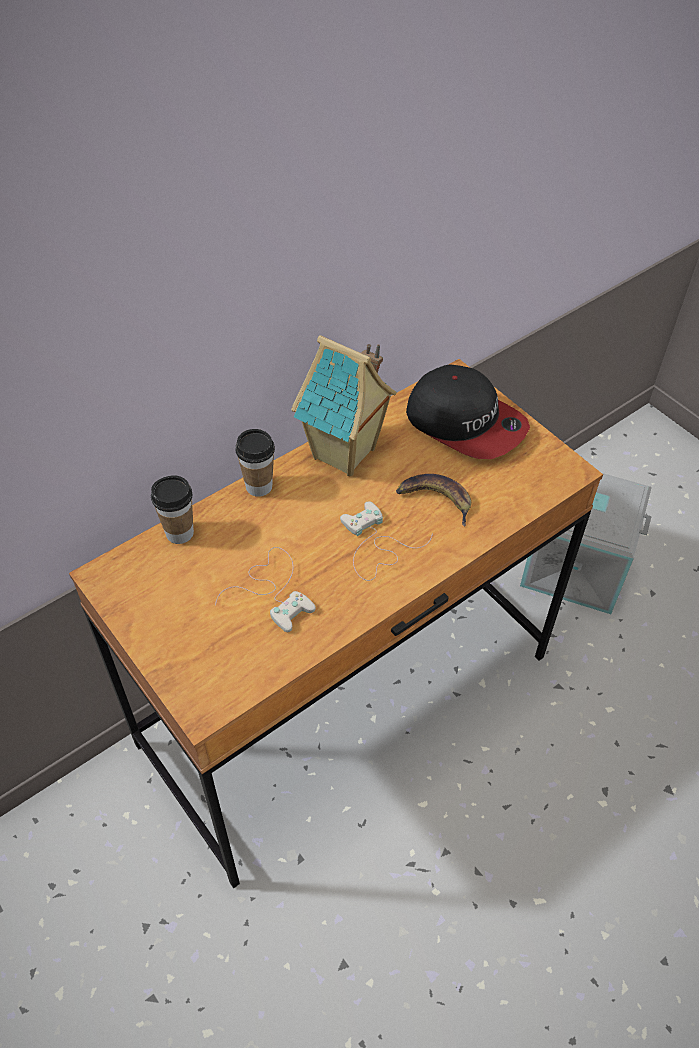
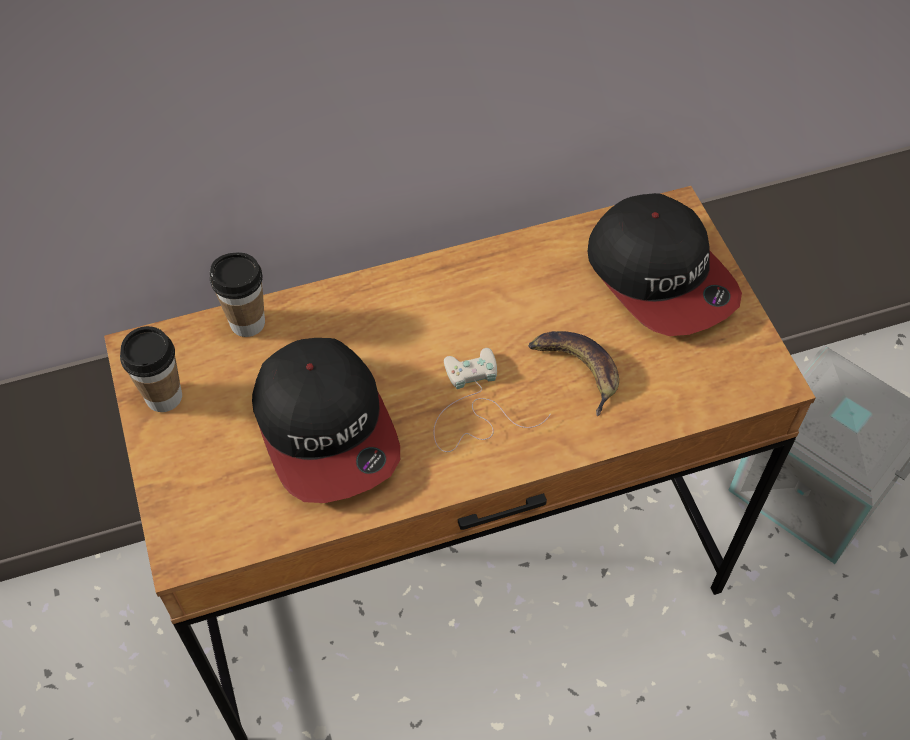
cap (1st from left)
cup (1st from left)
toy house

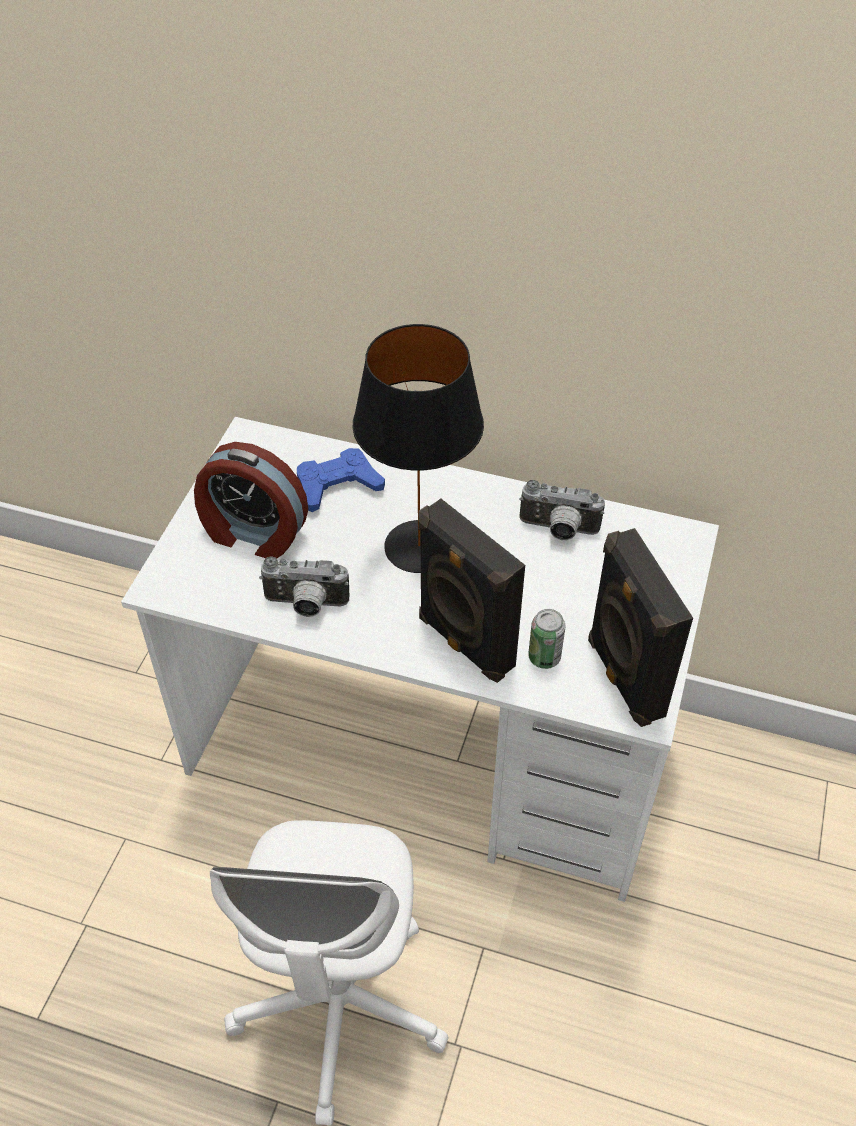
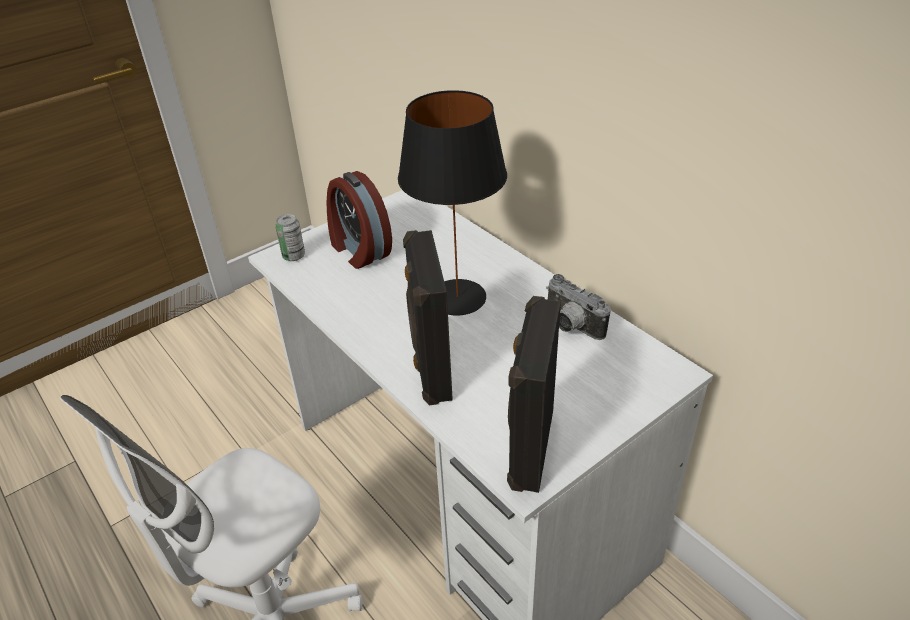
photo camera (1st from left in the first image)
game controller in blue
can

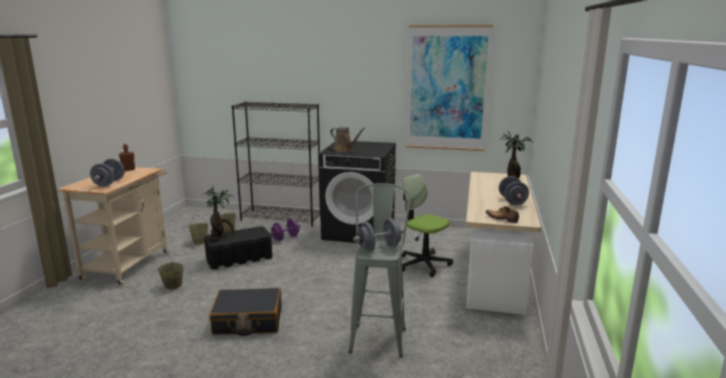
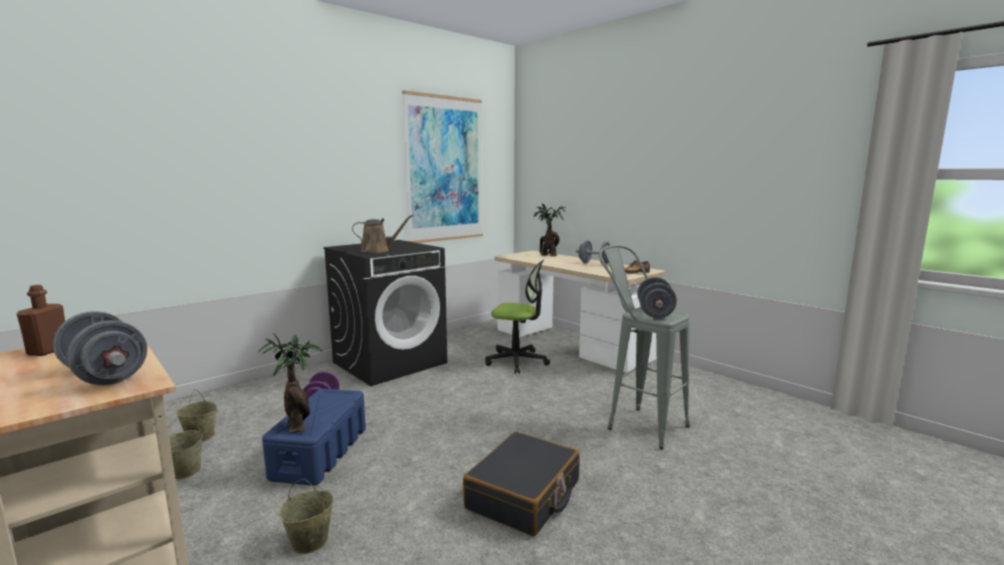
storage box in blue
bookcase in black
office chair

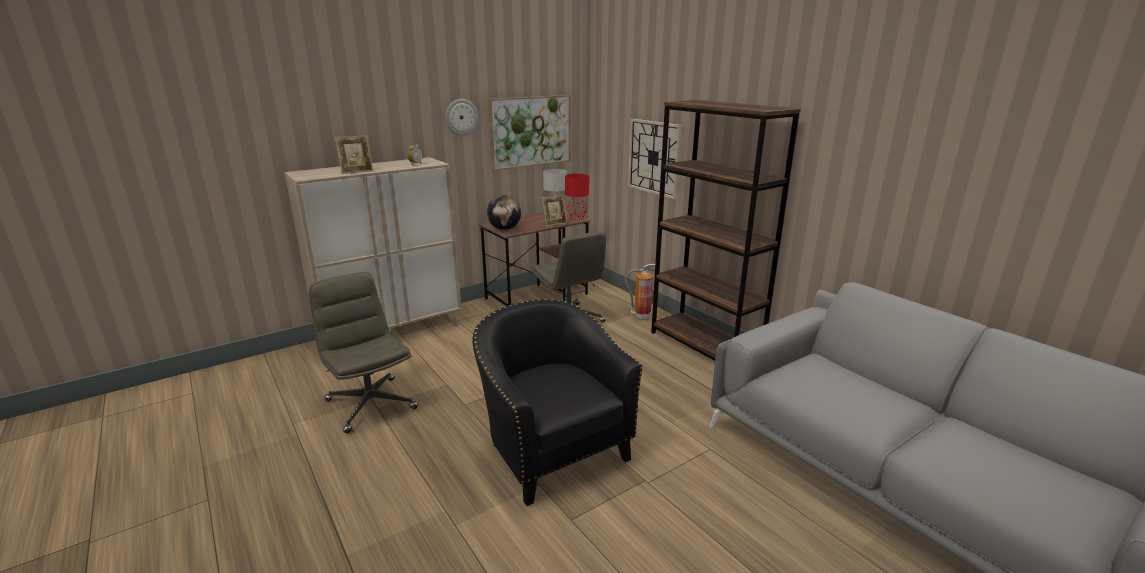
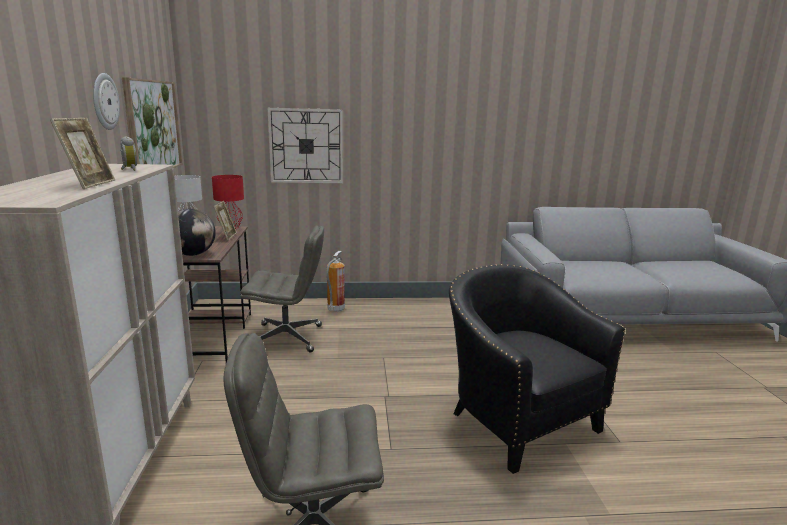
armchair in black
bookcase in brown

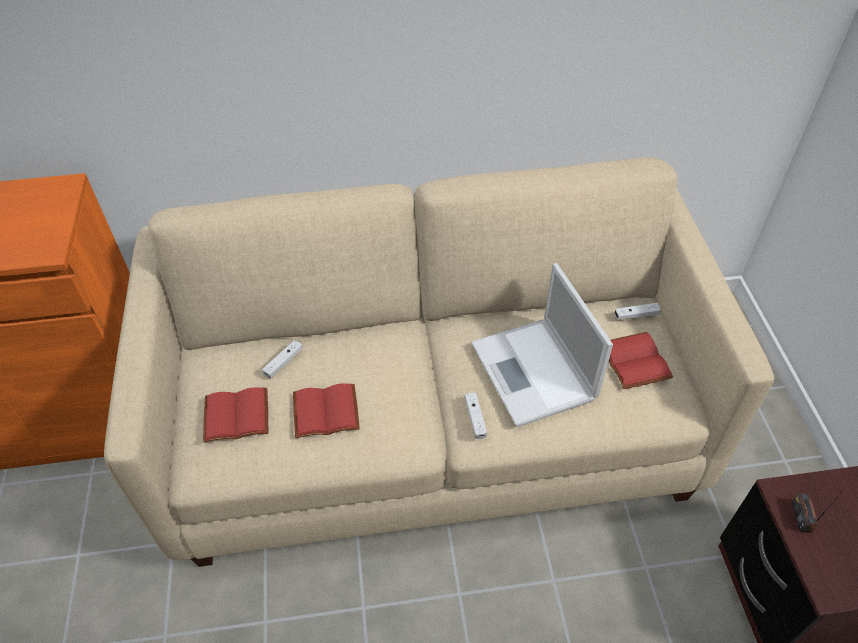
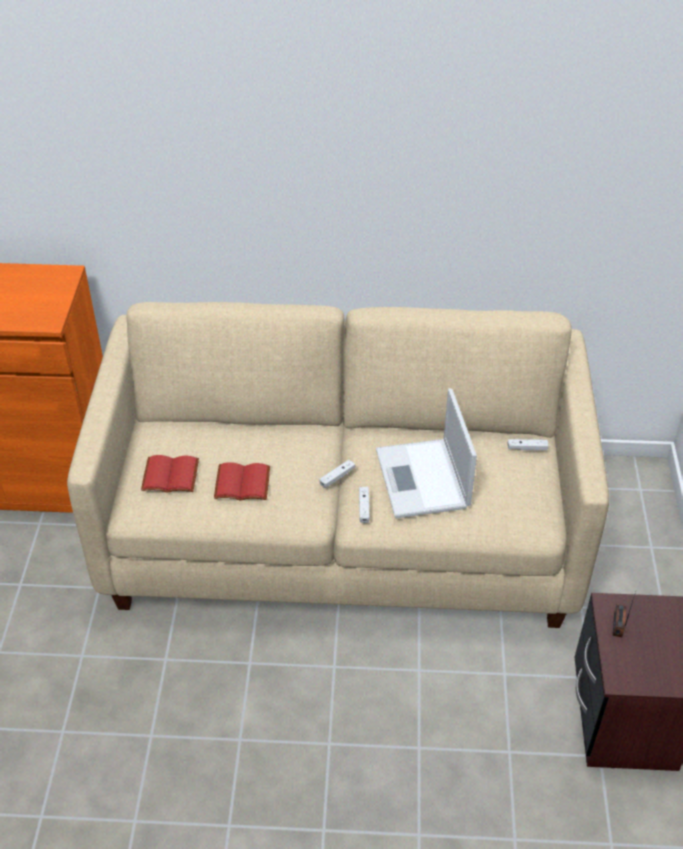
game controller in white (1st from left)
book in red (3rd from left in the first image)

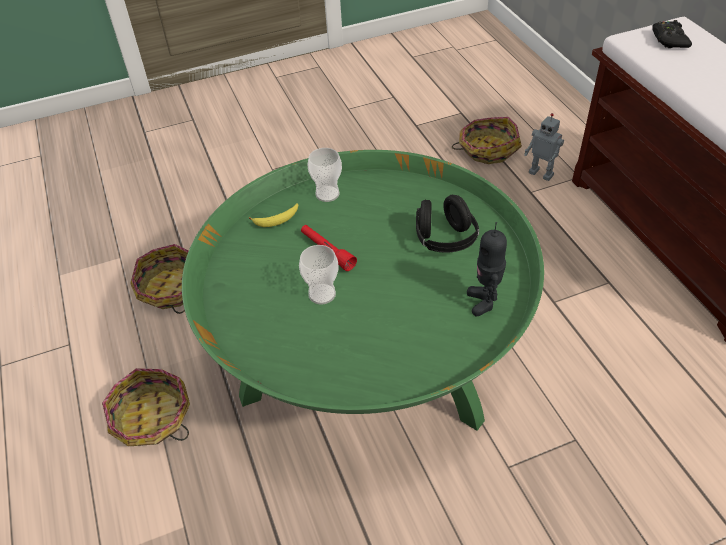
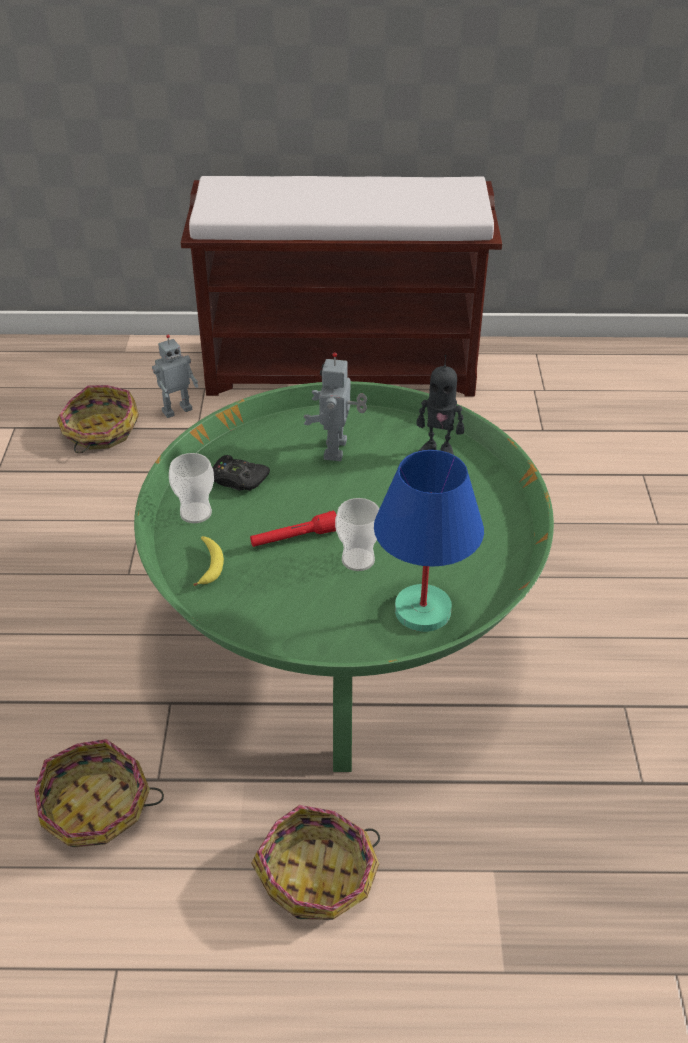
toy robot (2nd from left)
game controller in black
table lamp in blue

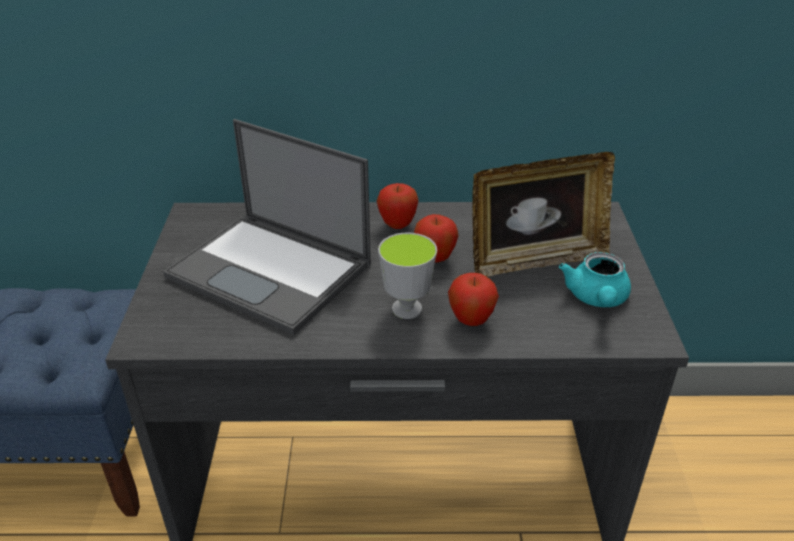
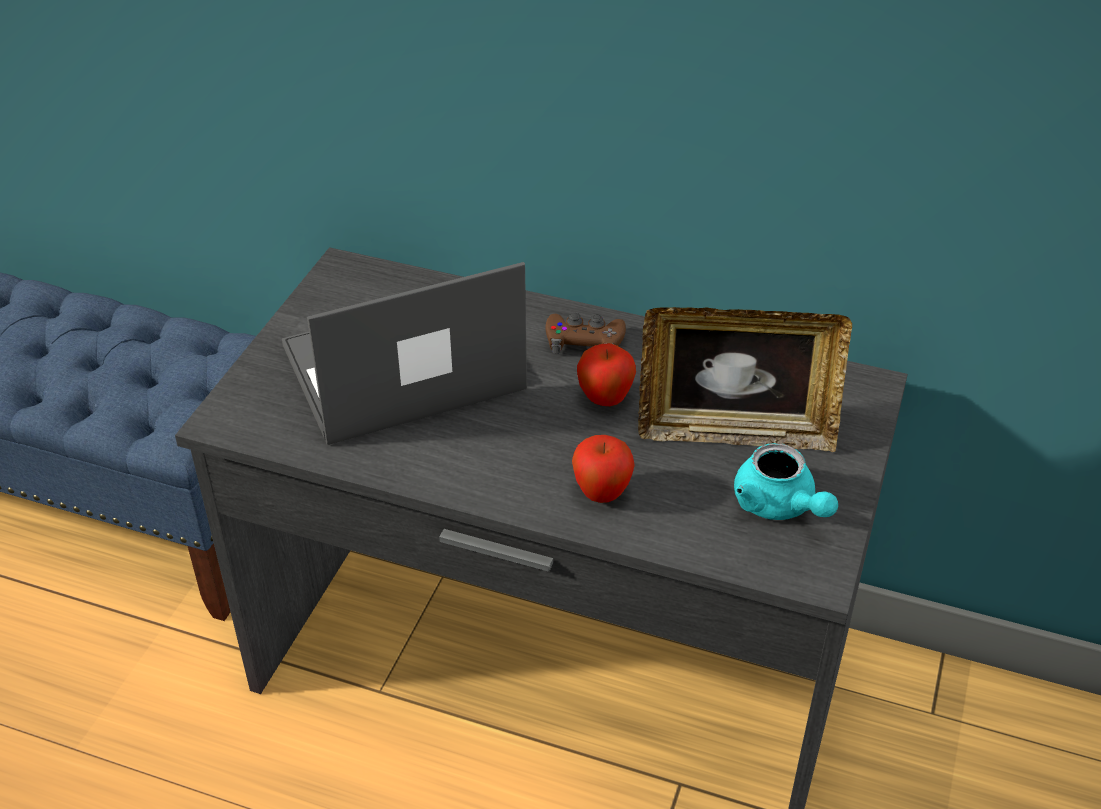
laptop
game controller in brown
cup
teapot in turquoise

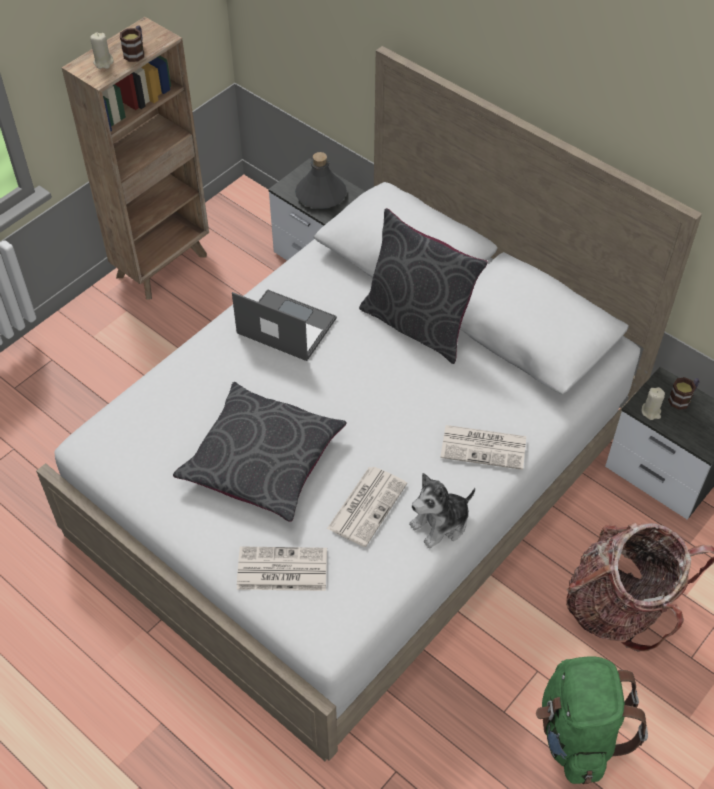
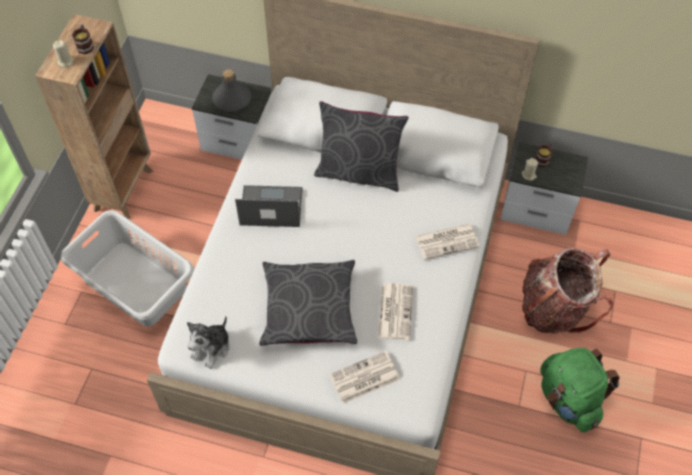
plush toy
laundry basket in grey

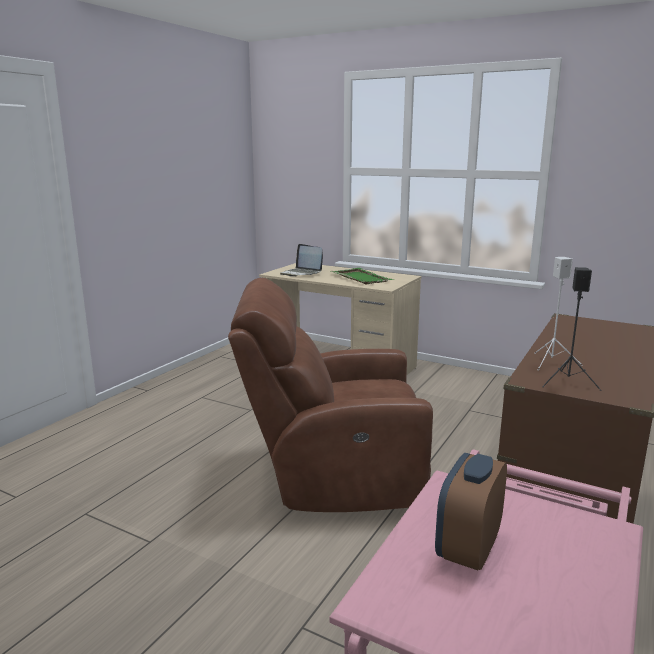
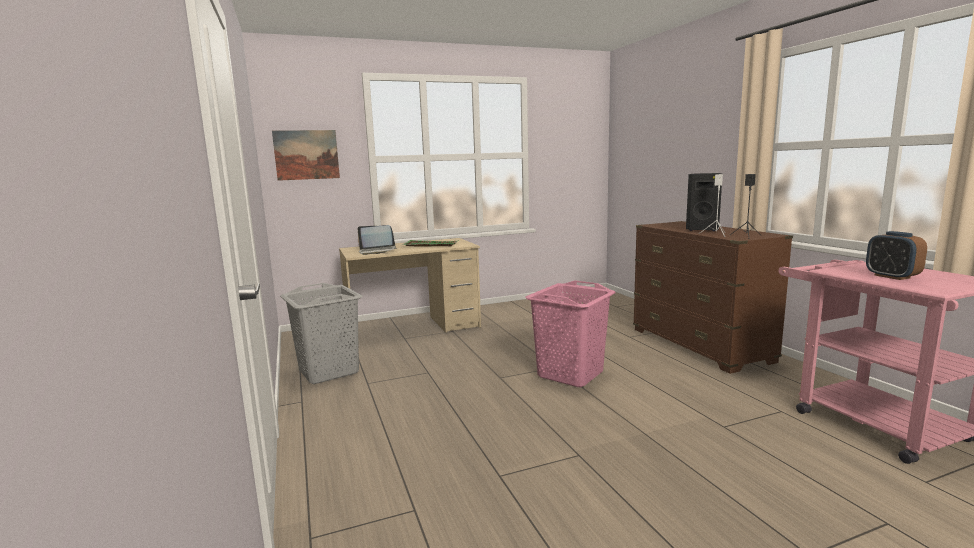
laundry basket in pink
picture
laundry basket in grey
speaker in black (1st from left)

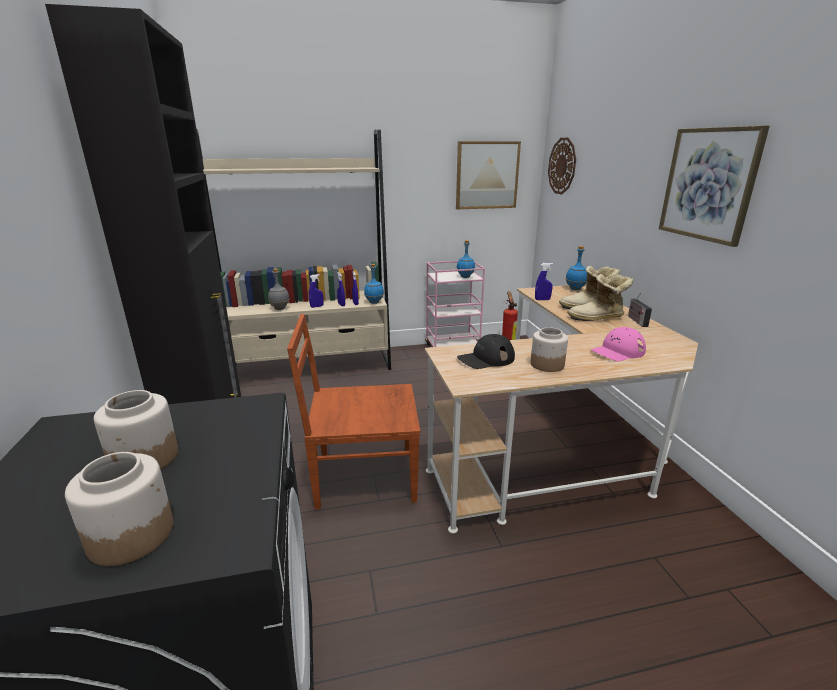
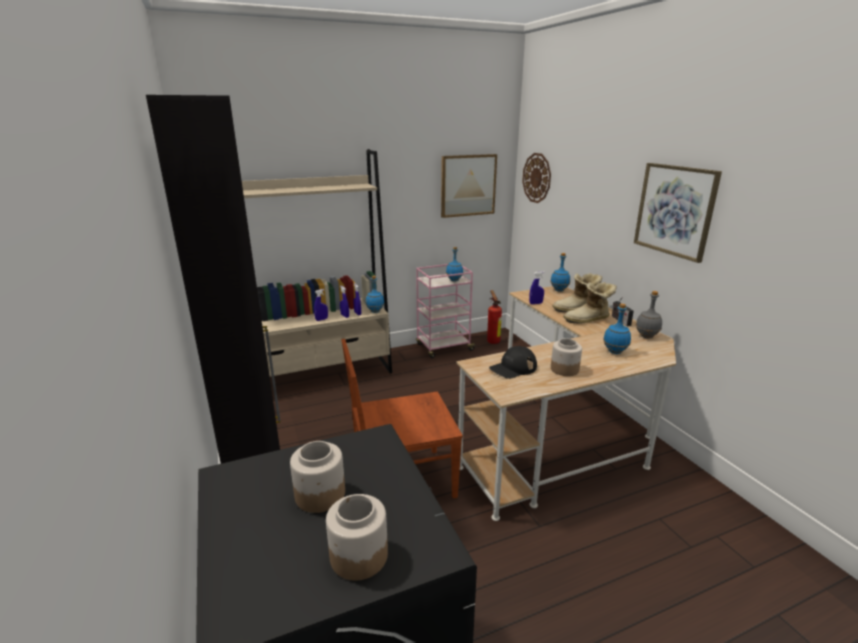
bottle in grey
bottle in blue (4th from left)

